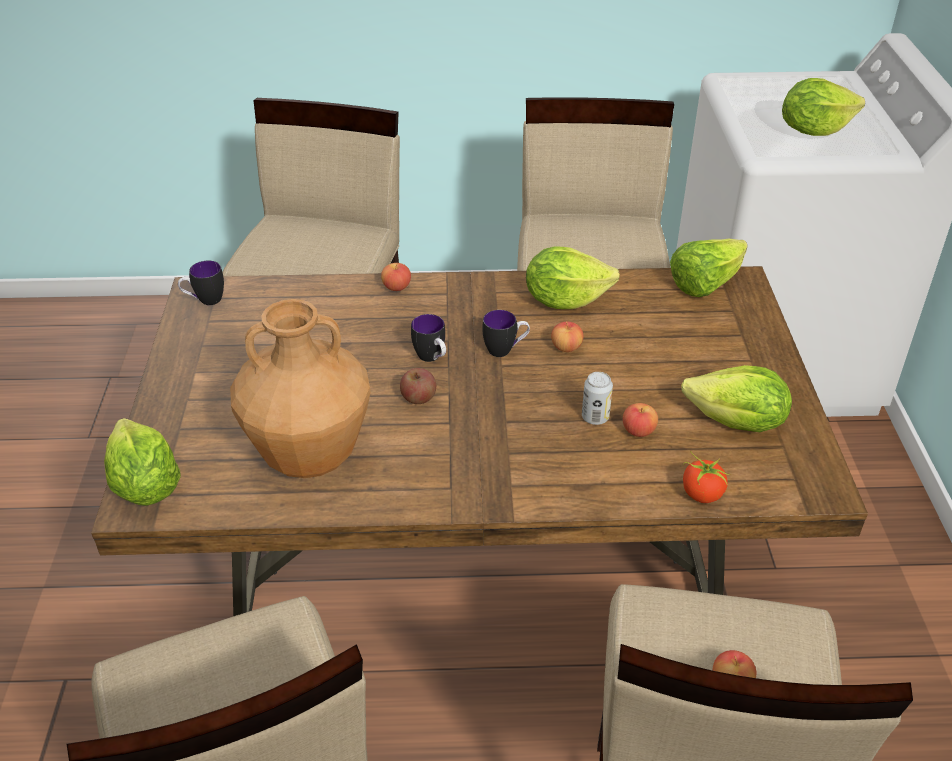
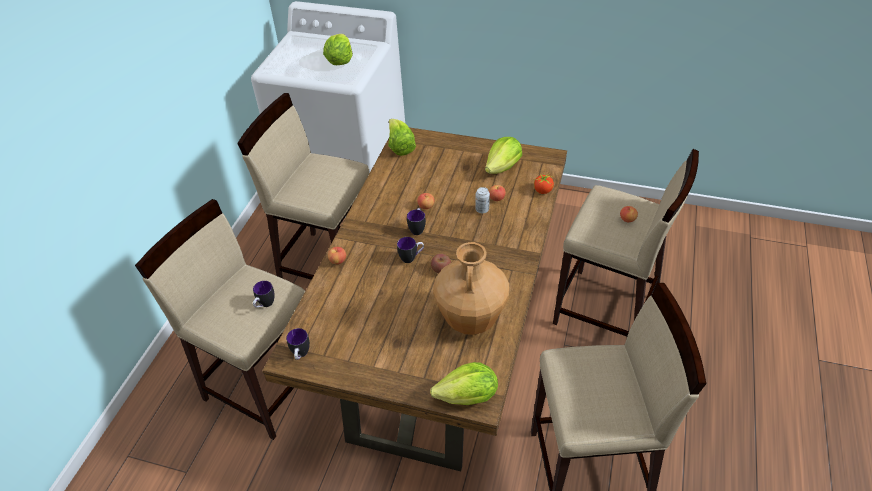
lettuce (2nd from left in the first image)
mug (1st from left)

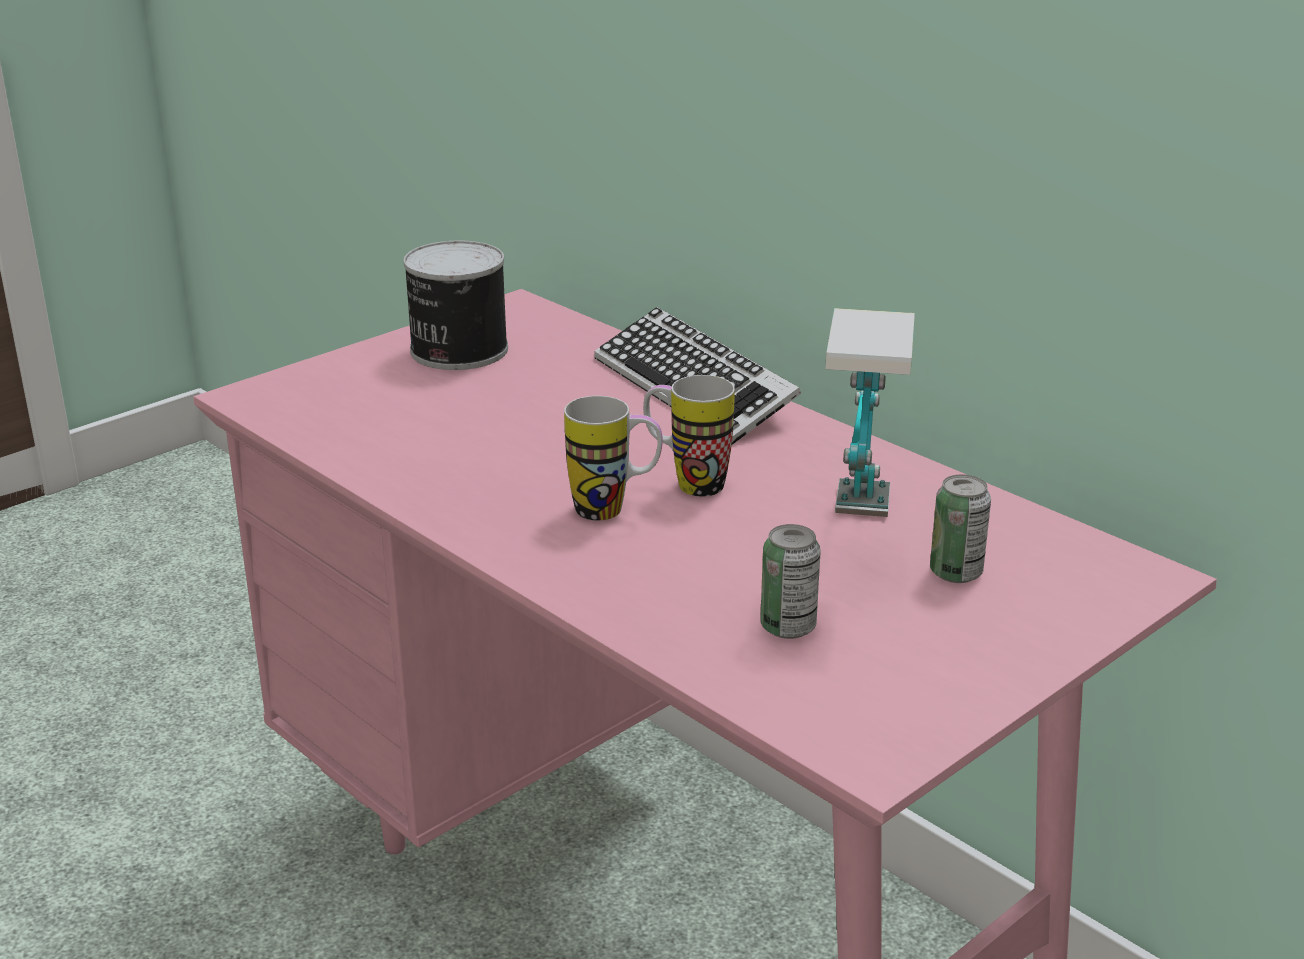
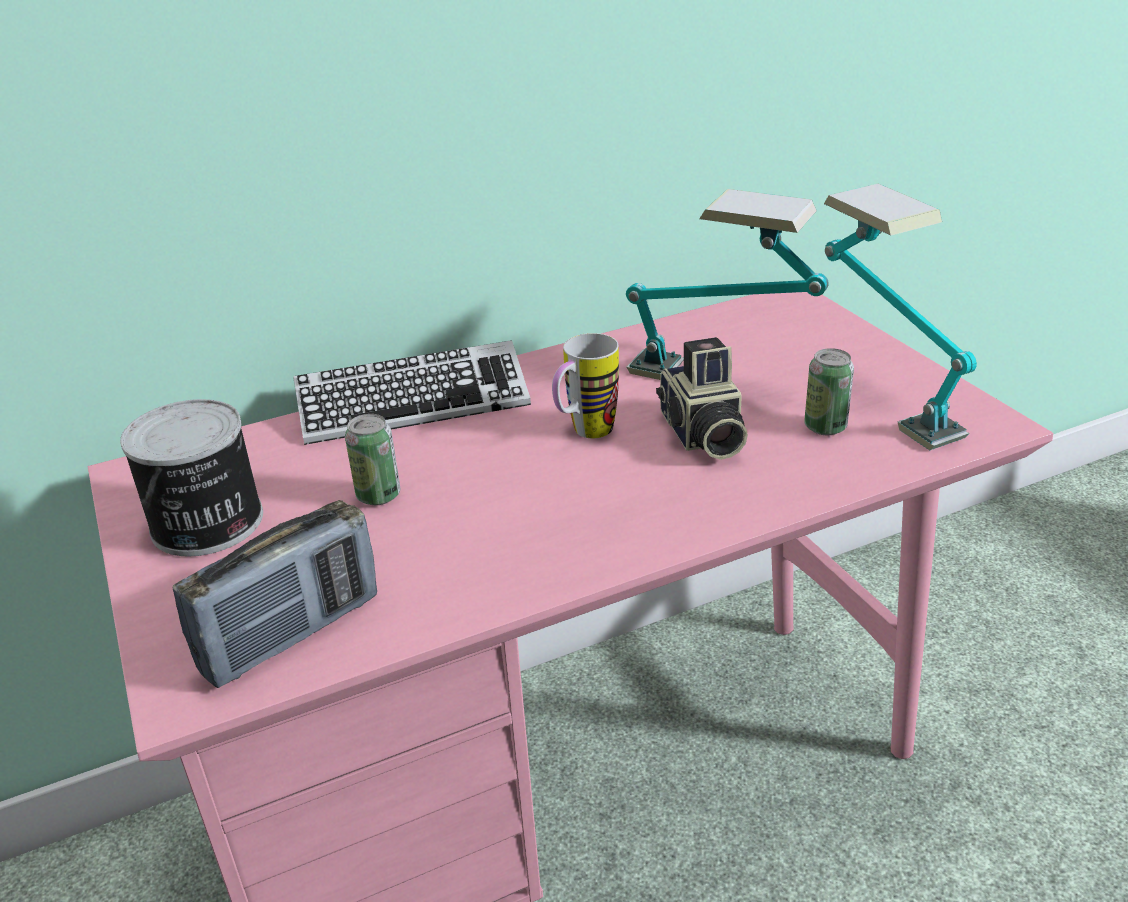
mug (1st from left in the first image)
can (2nd from left)
radio
photo camera
table lamp (2nd from left)

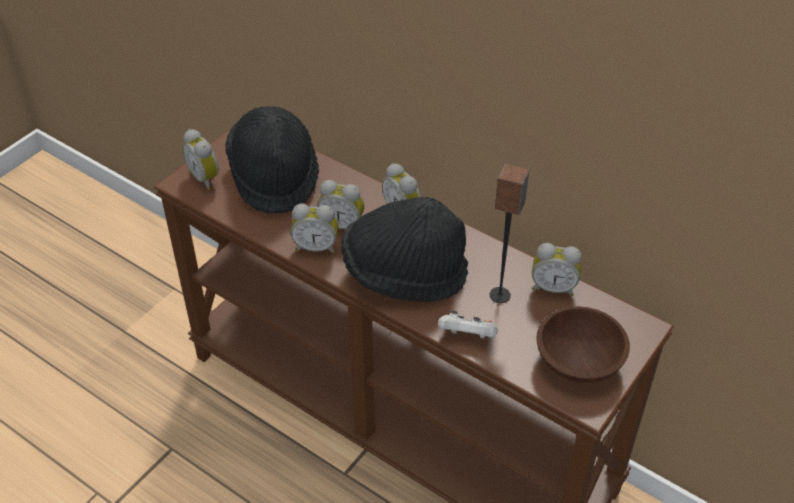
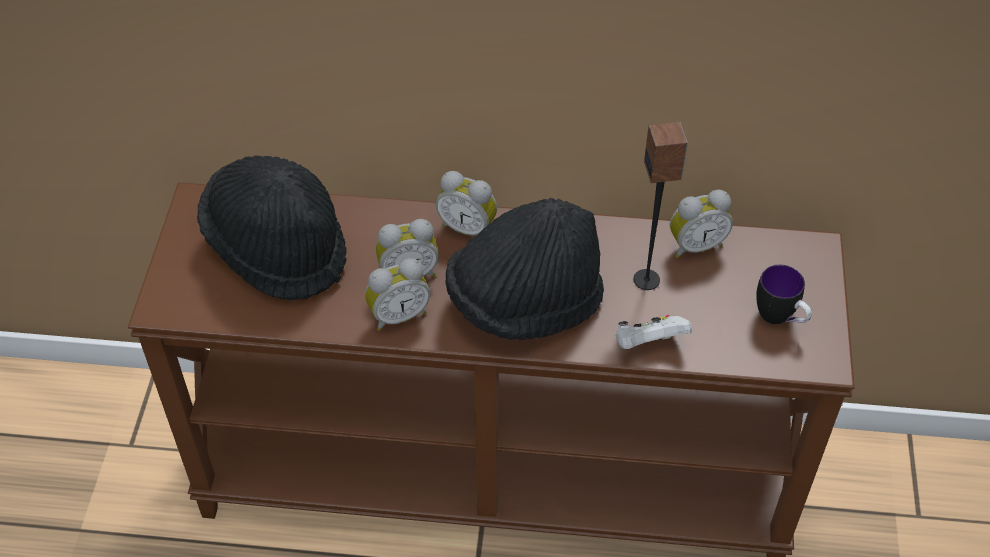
alarm clock (1st from left in the first image)
mug

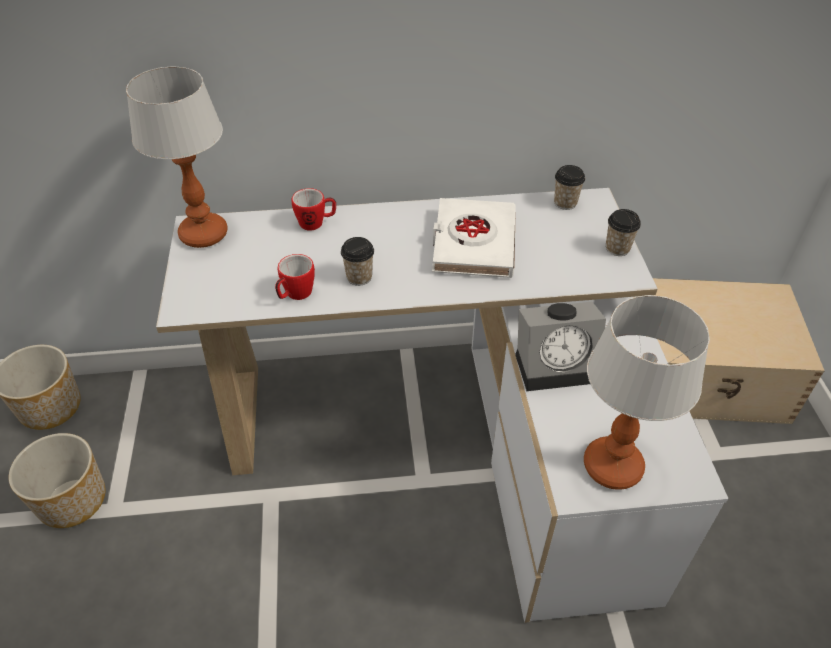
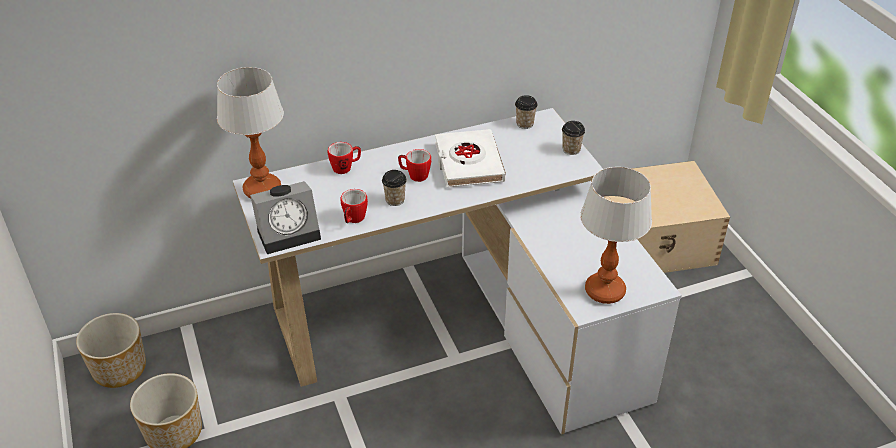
alarm clock
mug (3rd from left)

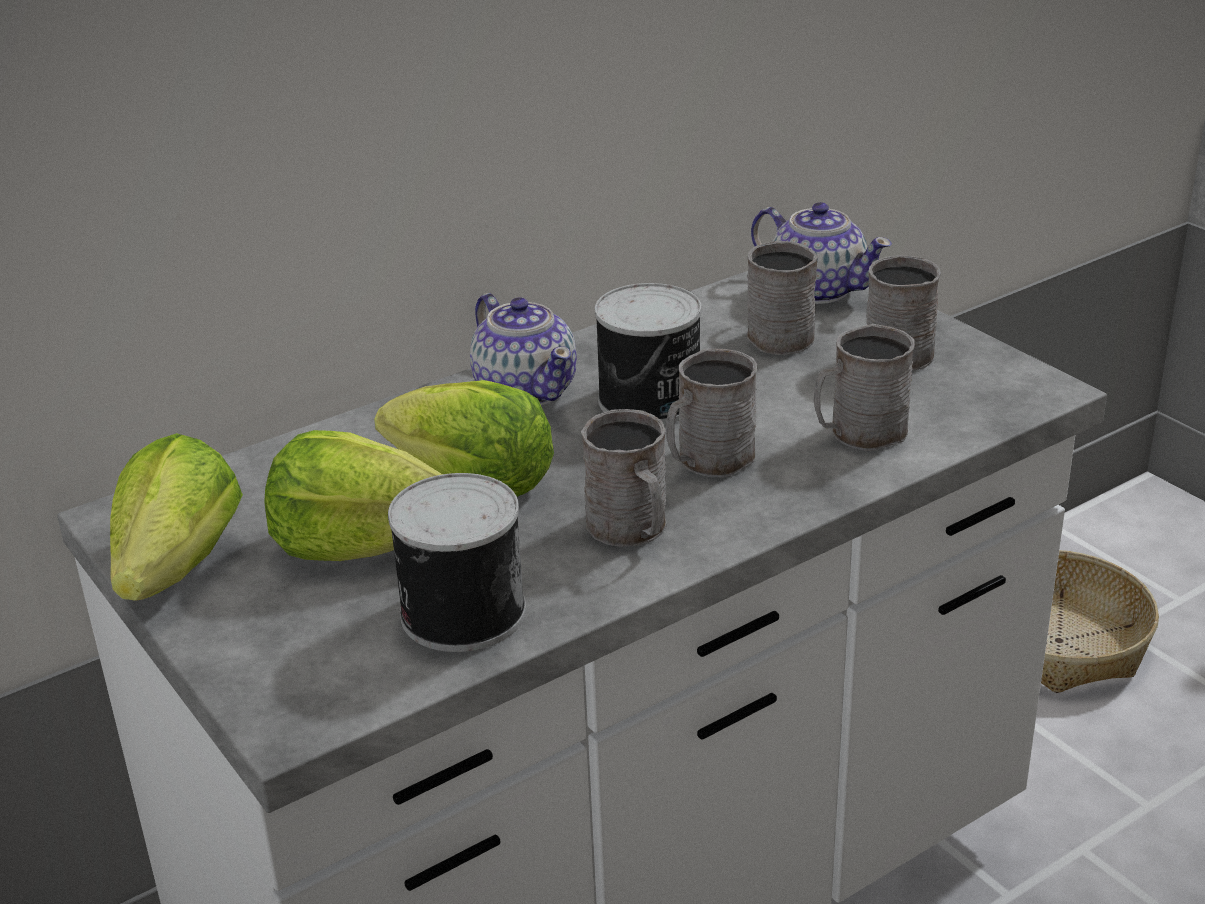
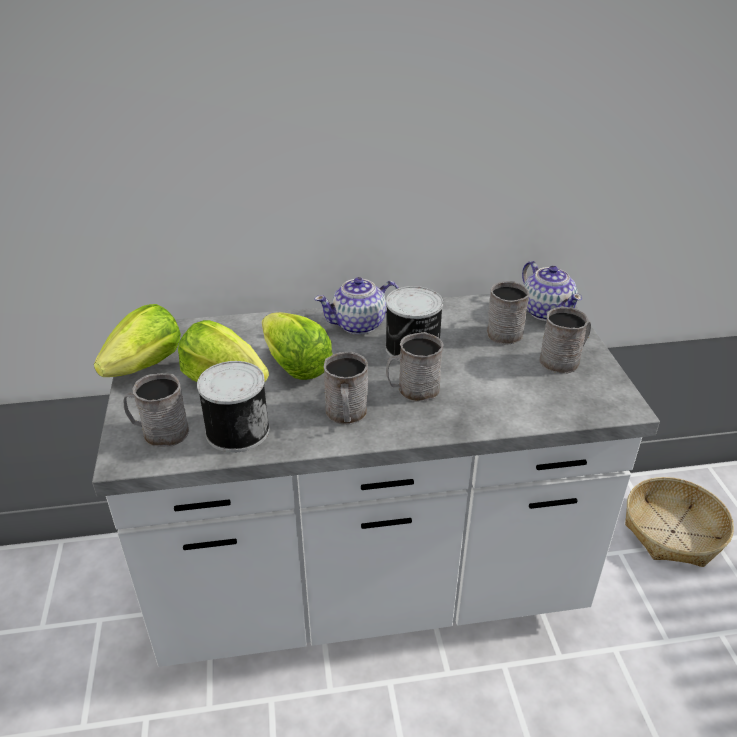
teapot (1st from left)
mug in grey (1st from left)

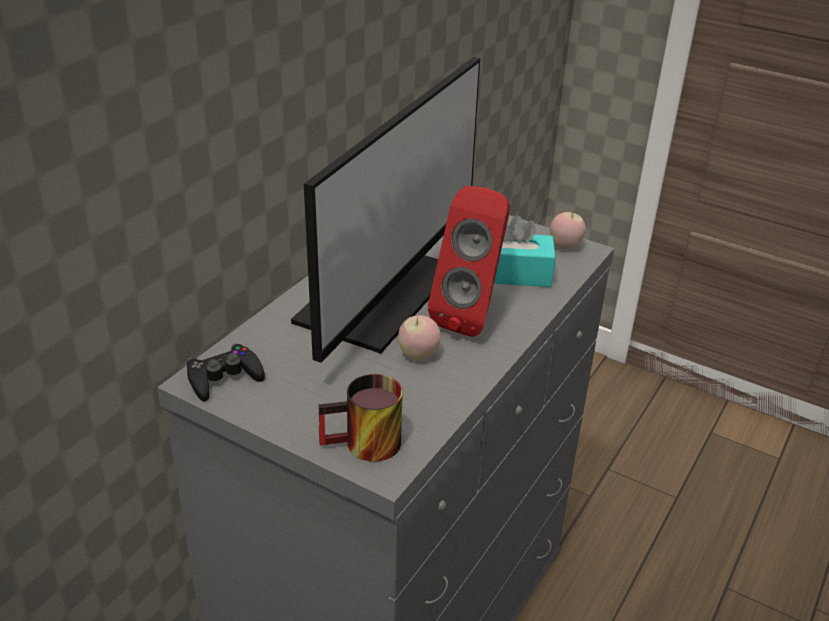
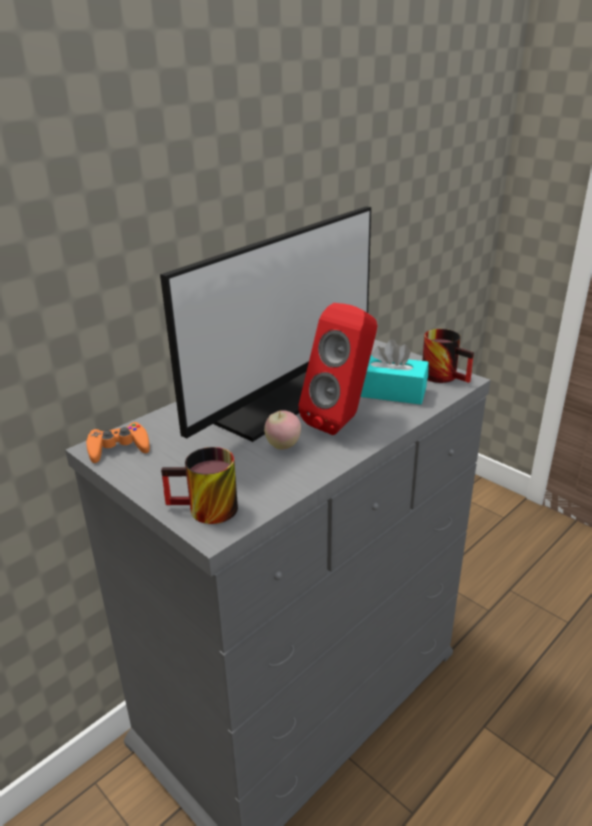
game controller in orange
mug (2nd from left)

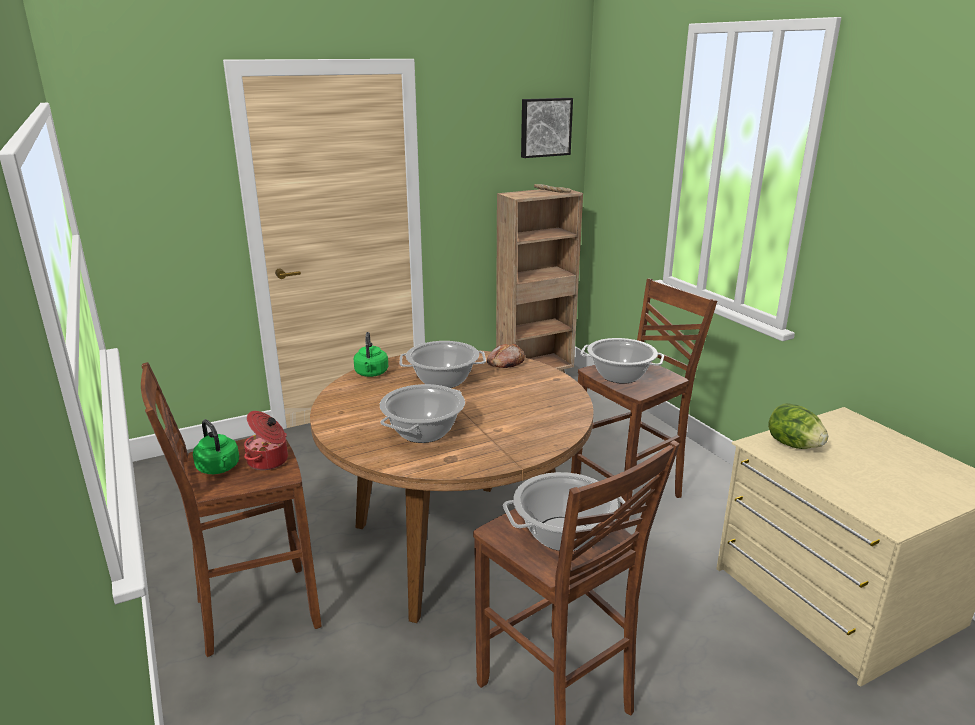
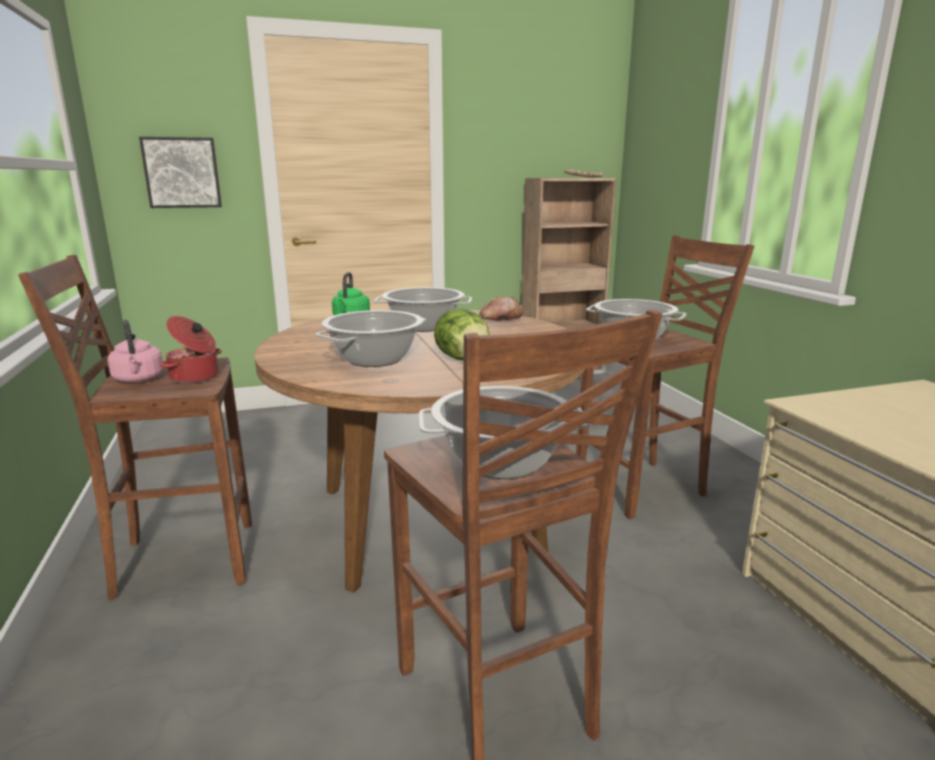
kettle in pink
picture
lettuce

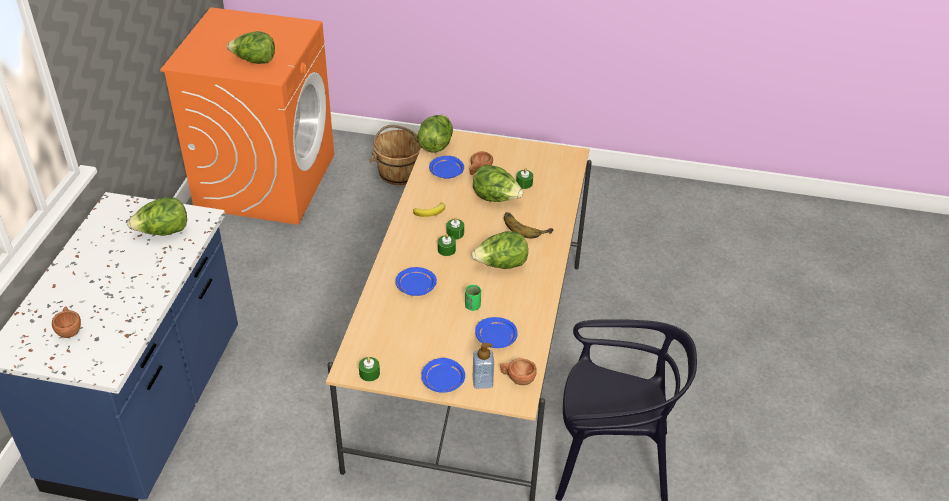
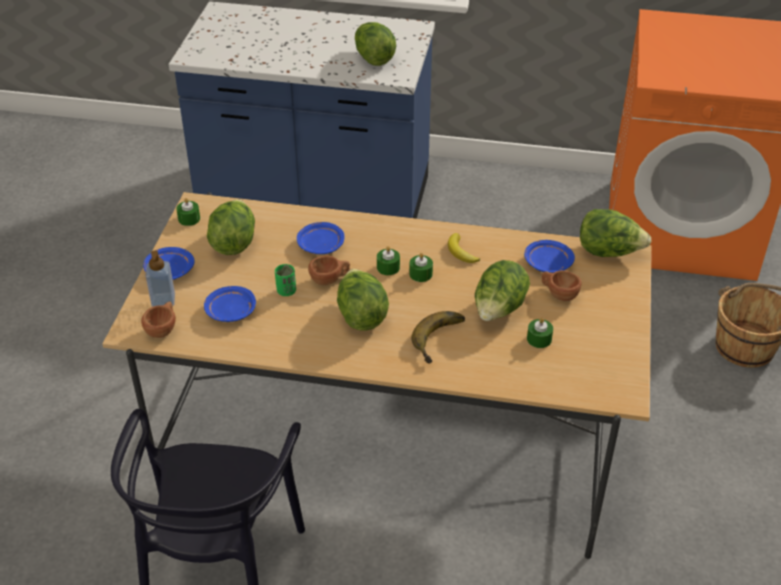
cup in brown (2nd from left)
lettuce (1st from left)

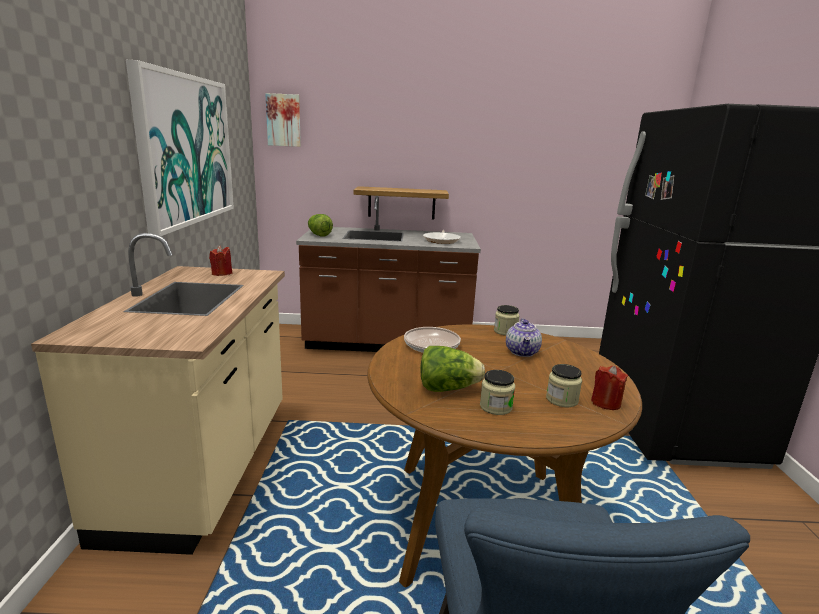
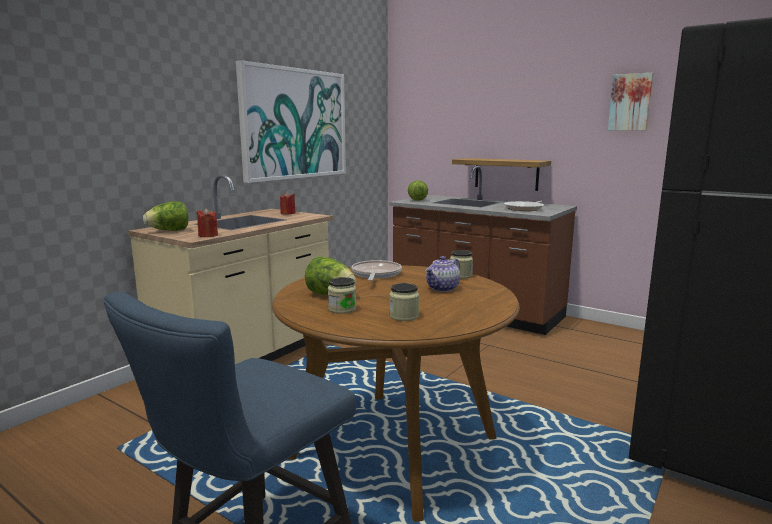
picture (2nd from left)
candle in red (1st from left)
lettuce (1st from left)

